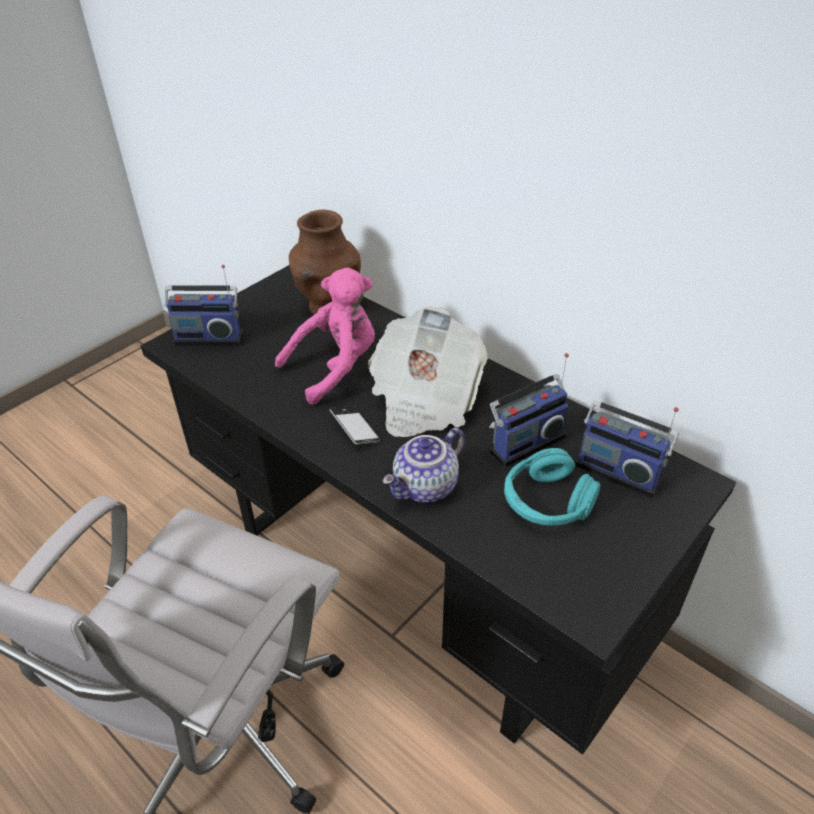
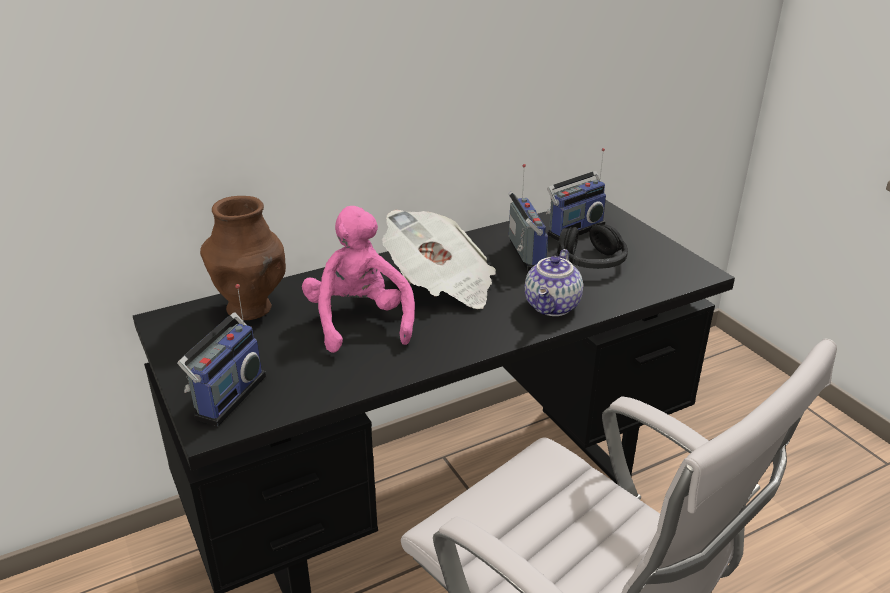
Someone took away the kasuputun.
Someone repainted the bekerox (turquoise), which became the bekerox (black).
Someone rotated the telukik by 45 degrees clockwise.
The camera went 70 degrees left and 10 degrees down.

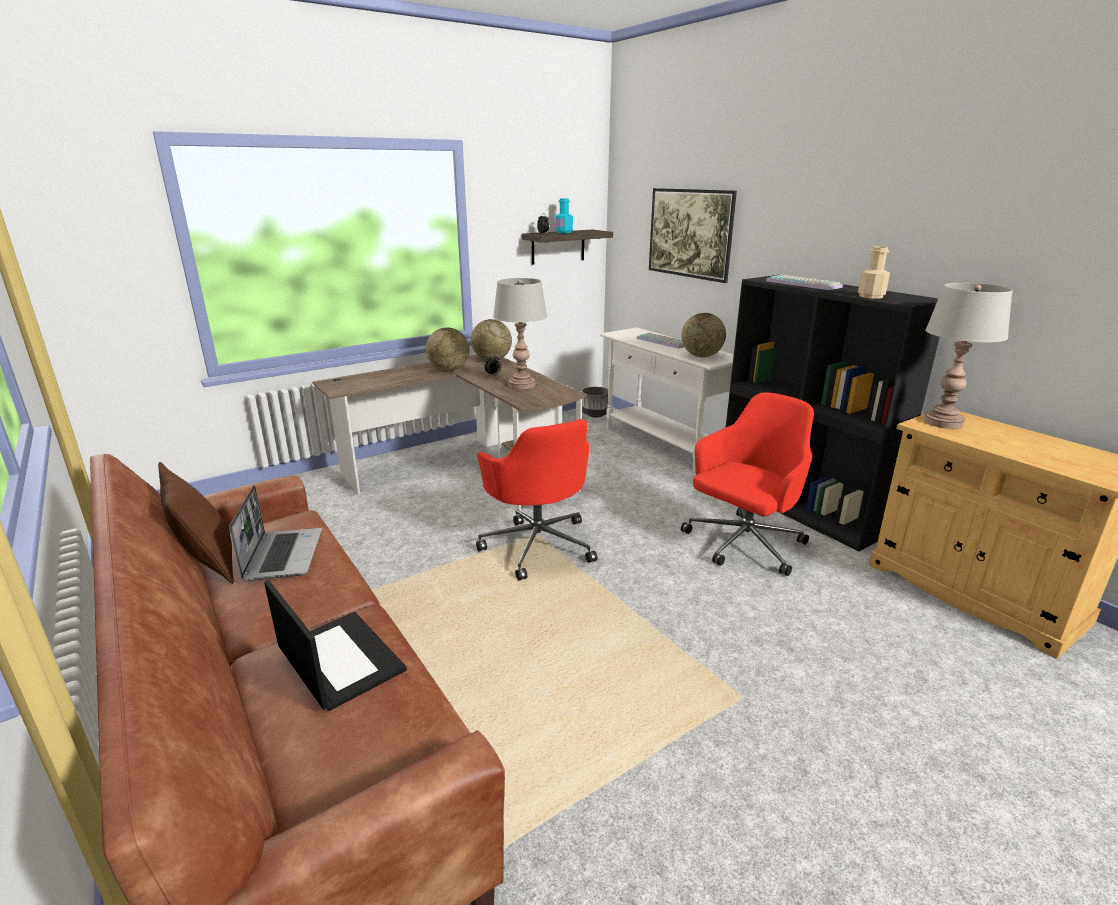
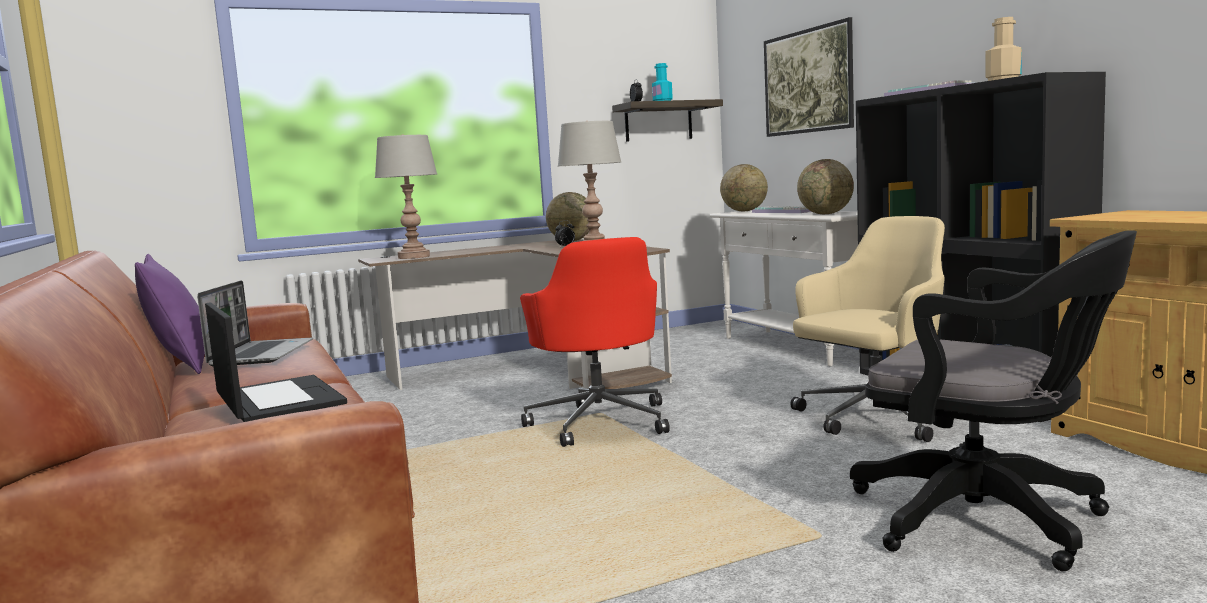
Someone took away the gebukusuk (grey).
Someone put down the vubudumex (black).
Someone carried the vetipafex (1st from left in the first image).
Someone carried the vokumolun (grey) (2nd from left in the first image).
Someone repainted the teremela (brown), which became the teremela (purple).
Someone repainted the vubudumex (red) (2nd from left), which became the vubudumex (beige).
The camera went 10 degrees right and 15 degrees down.

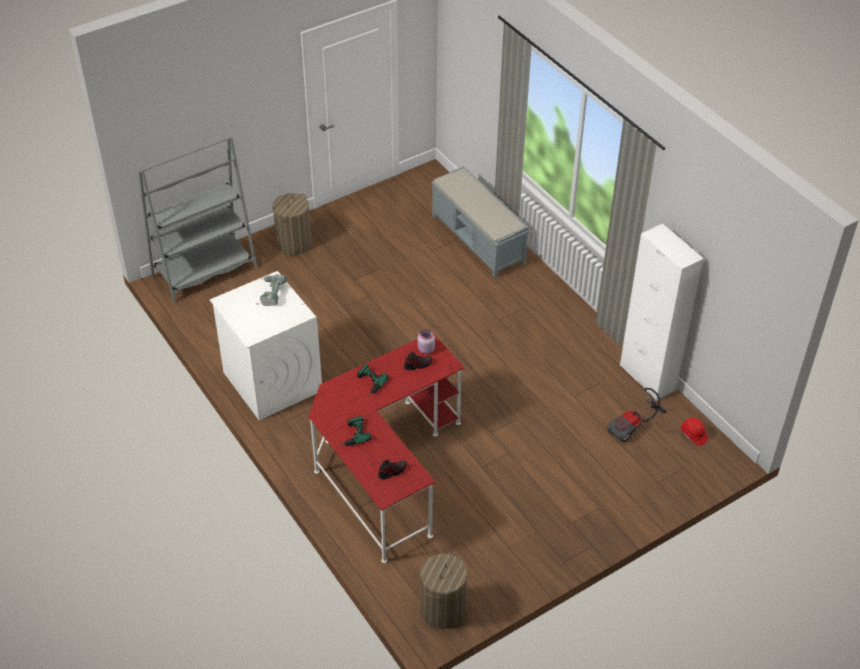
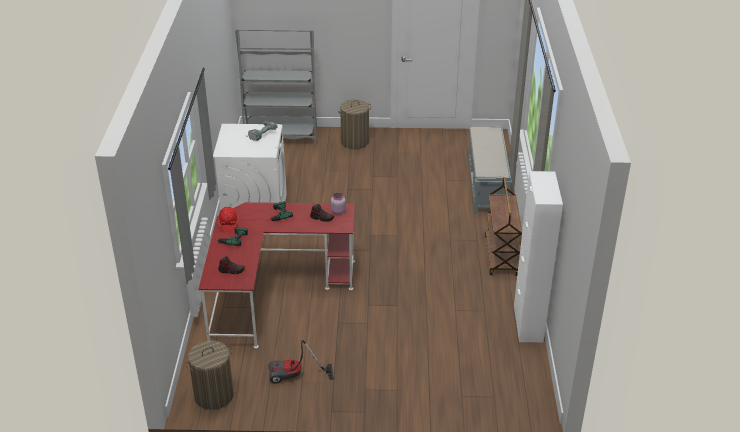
Someone put down the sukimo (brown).
Someone carried the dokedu.
Someone carried the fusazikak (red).
The camera went 35 degrees right and 10 degrees down.

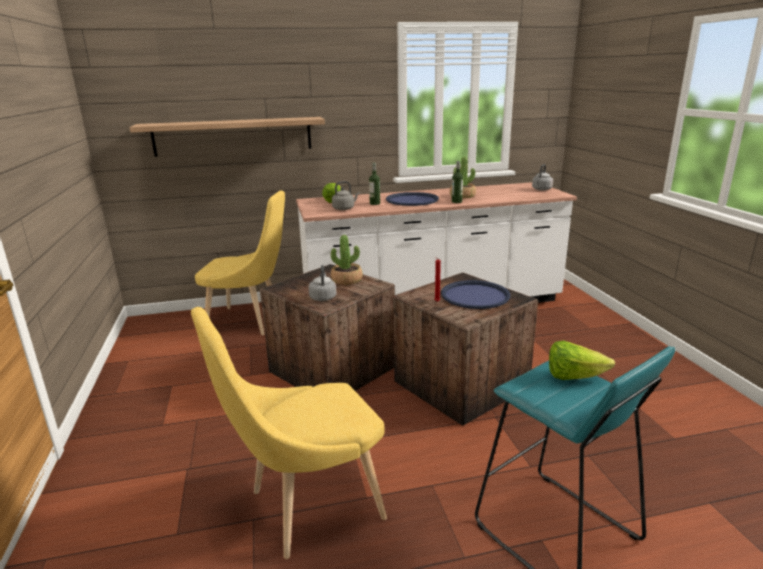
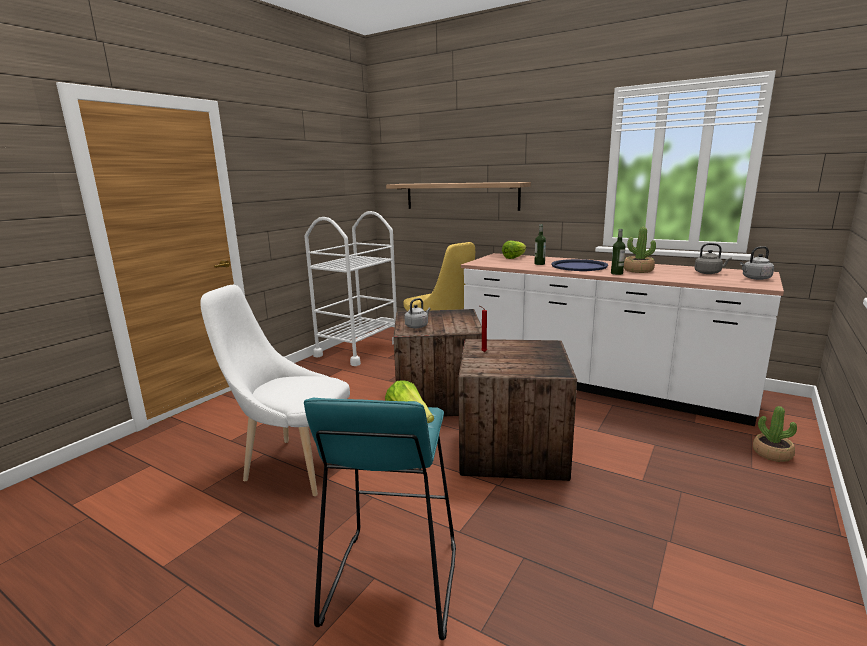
Someone took away the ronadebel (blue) (2nd from left).
Someone put down the sukimo (white).
Someone carried the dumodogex (1st from left in the first image).
Someone carried the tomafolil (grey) (2nd from left).
Someone repainted the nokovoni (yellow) (2nd from left), which became the nokovoni (white).
The camera went 45 degrees right and 5 degrees down.

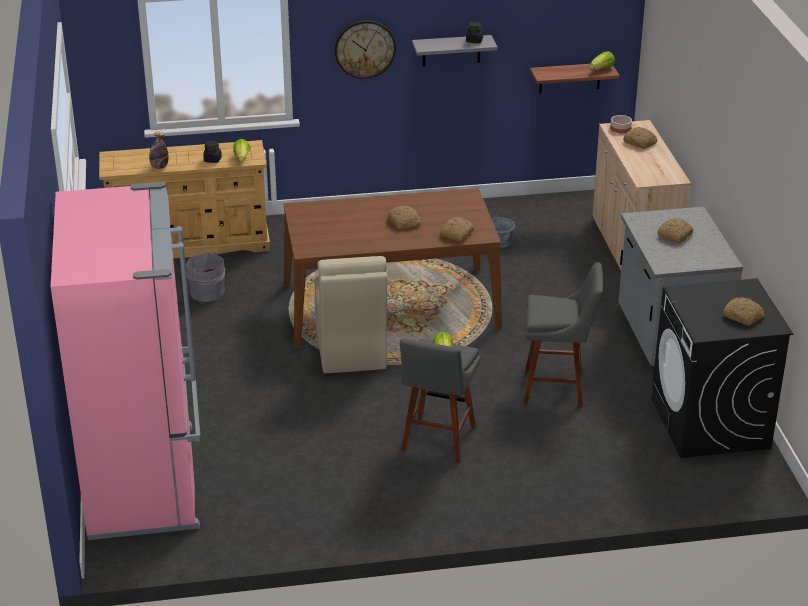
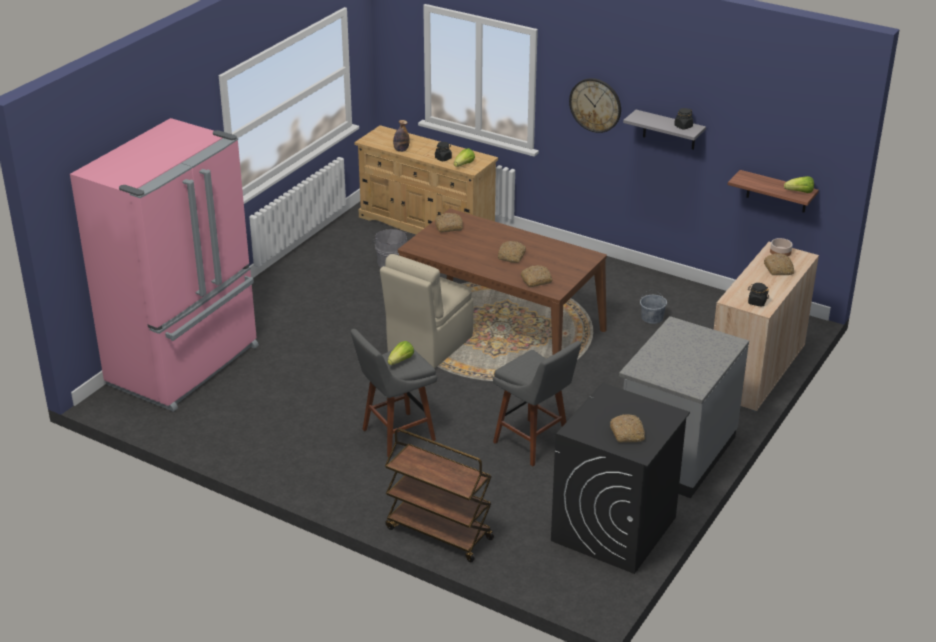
Someone put down the sukimo (brown).
Someone put down the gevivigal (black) (3rd from left).
Someone carried the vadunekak (4th from left in the first image).
The camera went 40 degrees right and 0 degrees up.

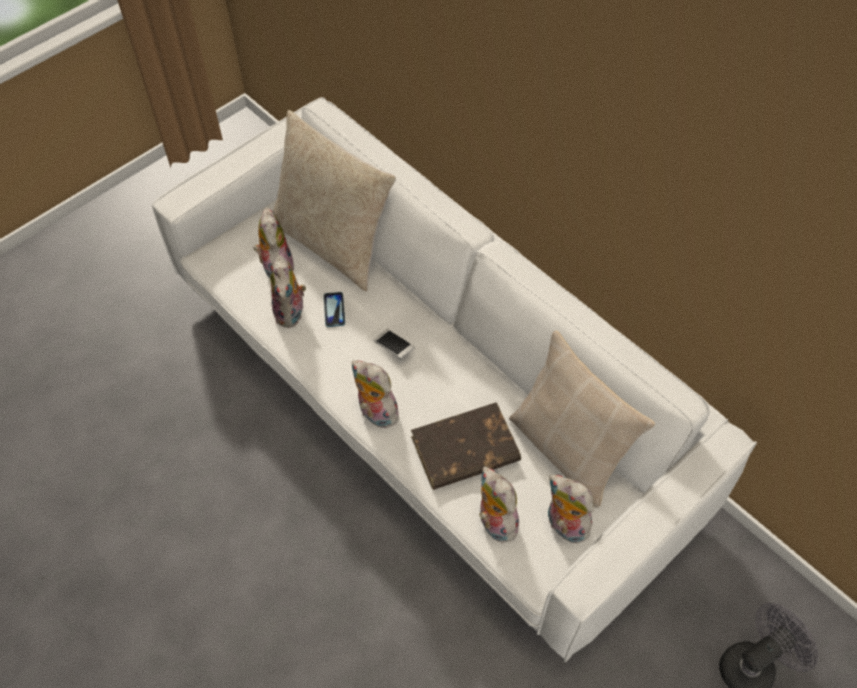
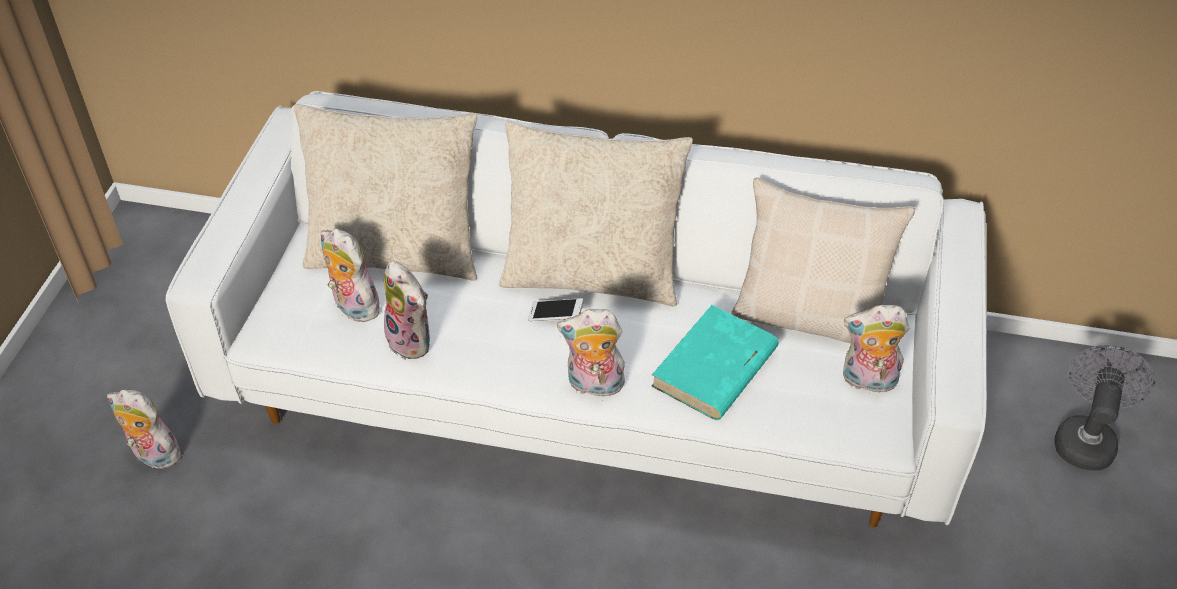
Someone took away the kasuputun (1st from left).
Someone put down the teremela (beige) (2nd from left).
Someone carried the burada (4th from left in the first image).
Someone repainted the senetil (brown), which became the senetil (turquoise).
The camera went 35 degrees left and 10 degrees down.

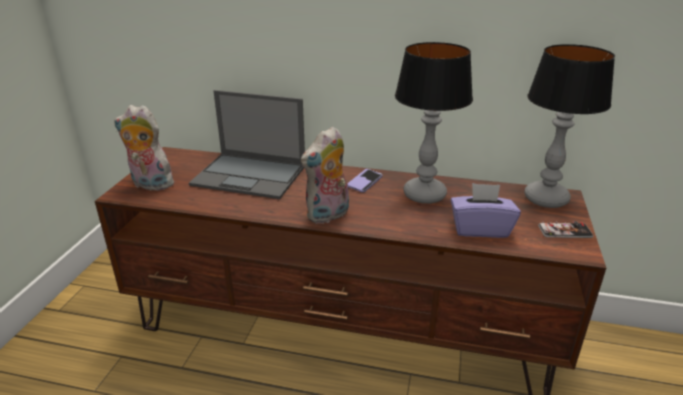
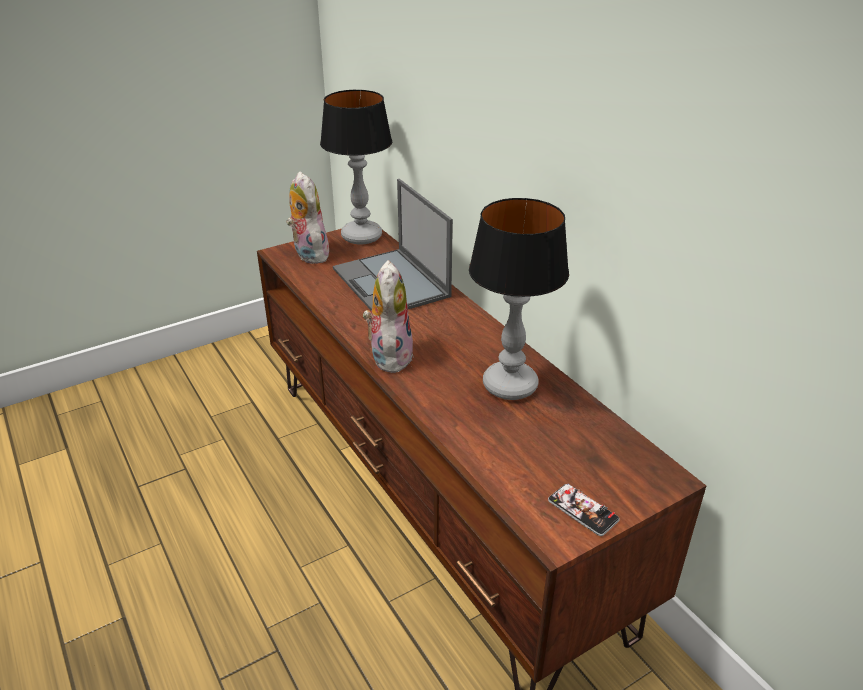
Someone took away the kasuputun (1st from left).
Someone took away the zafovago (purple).
Someone carried the vokumolun (2nd from left in the first image).
Someone rotated the burada (2nd from left) by 90 degrees clockwise.
The camera went 45 degrees right and 5 degrees up.

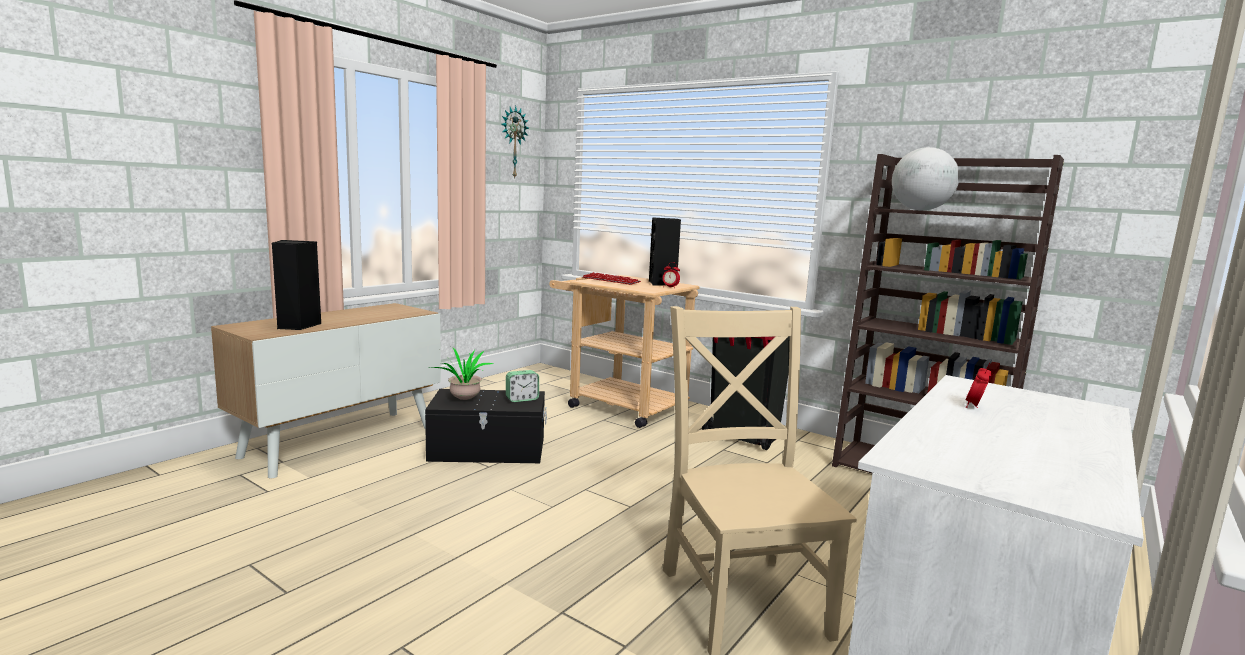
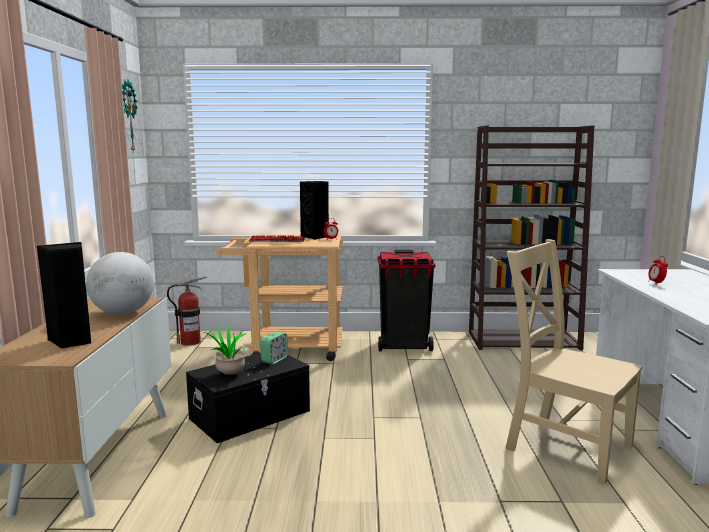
Someone put down the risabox.
Someone carried the vetipafex.
The camera went 35 degrees left and 0 degrees up.

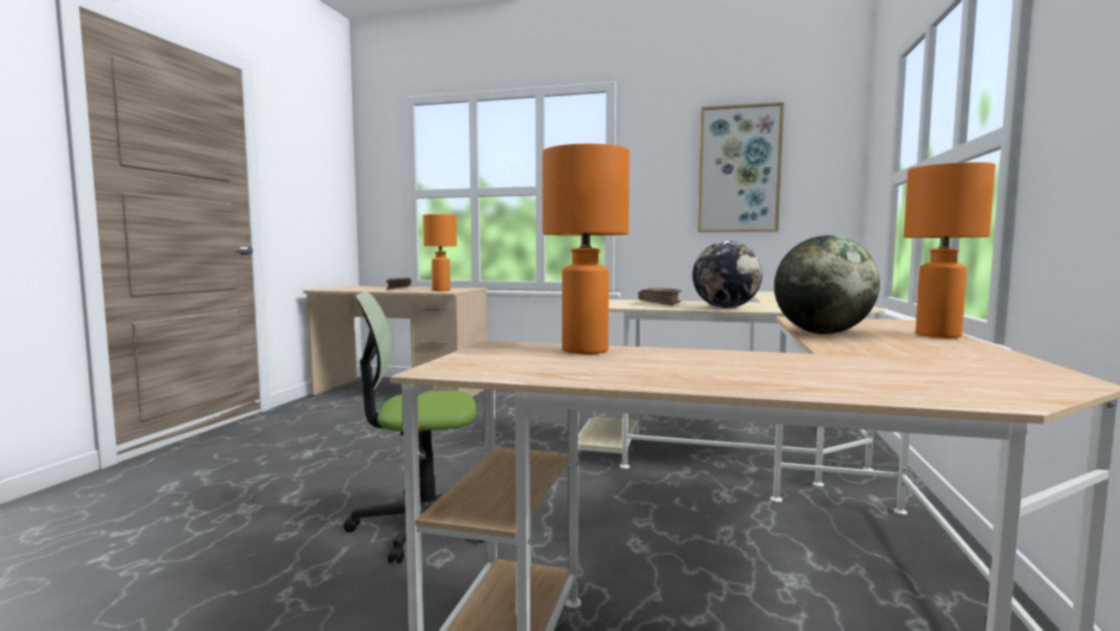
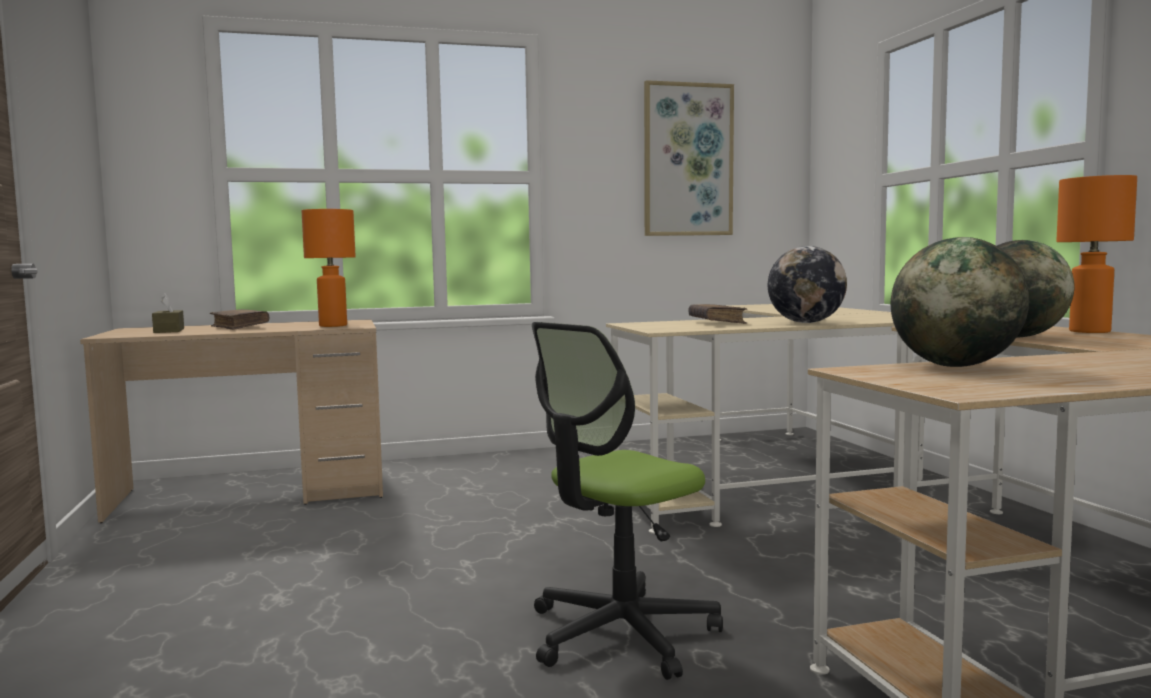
Someone put down the zafovago (brown).
Someone swapped the vokumolun (orange) (2nd from left) for the vetipafex (2nd from left).
The camera went 30 degrees left and 0 degrees up.

